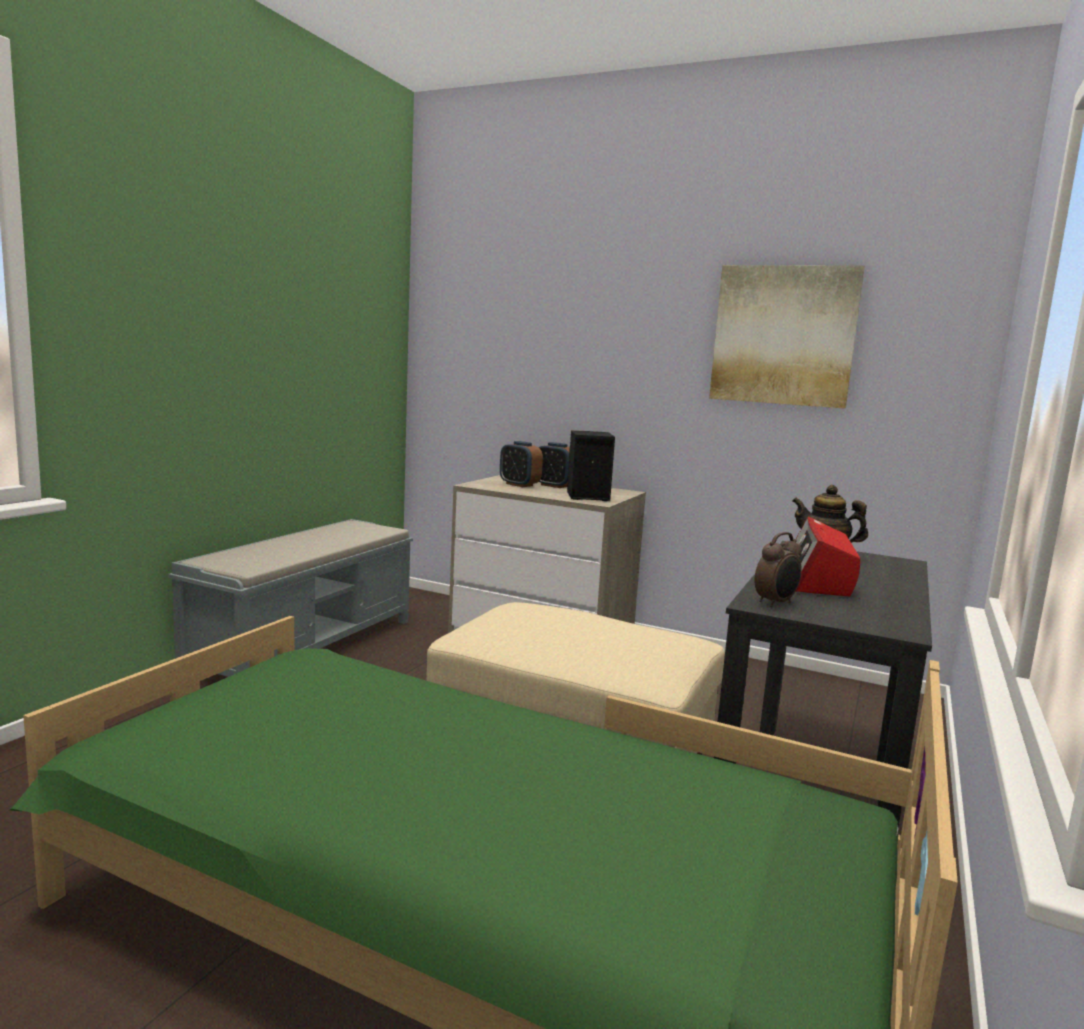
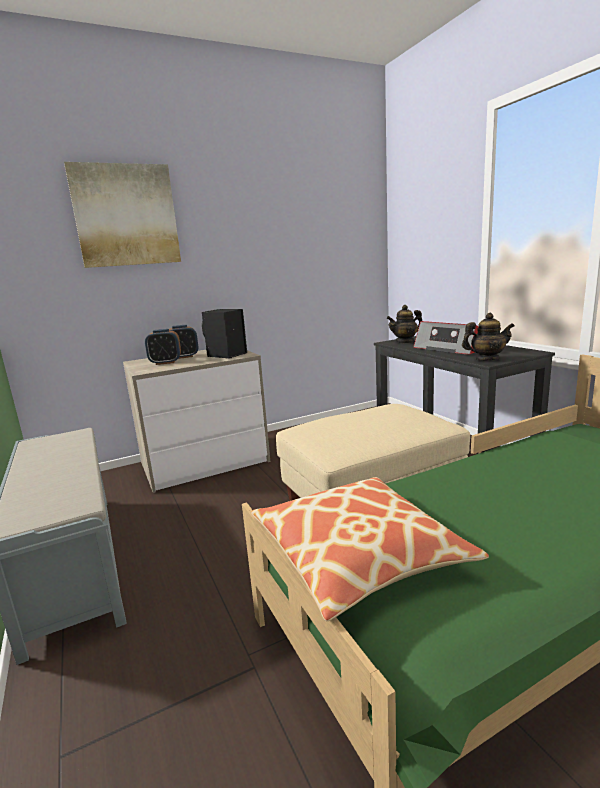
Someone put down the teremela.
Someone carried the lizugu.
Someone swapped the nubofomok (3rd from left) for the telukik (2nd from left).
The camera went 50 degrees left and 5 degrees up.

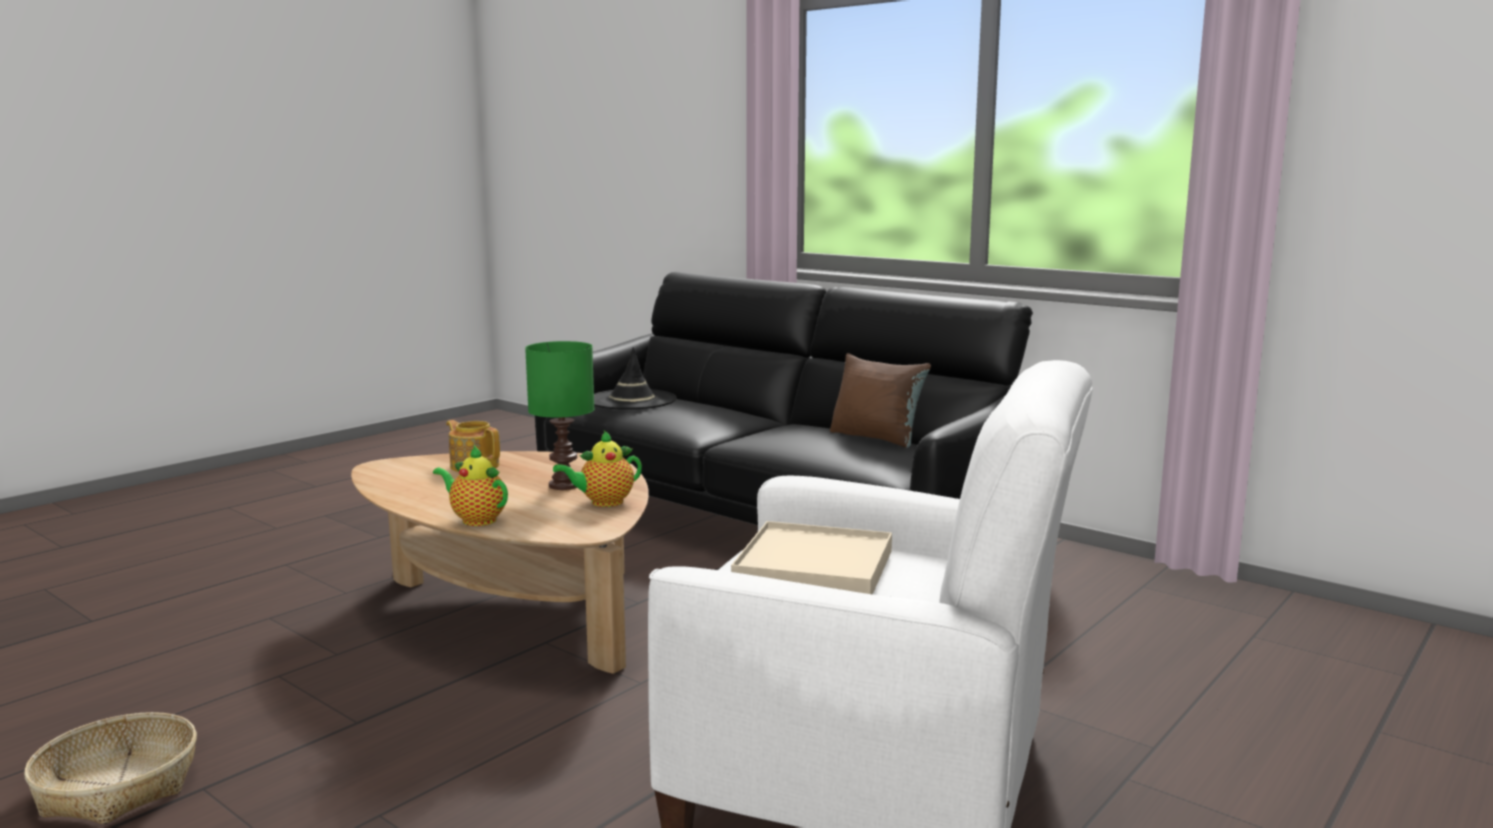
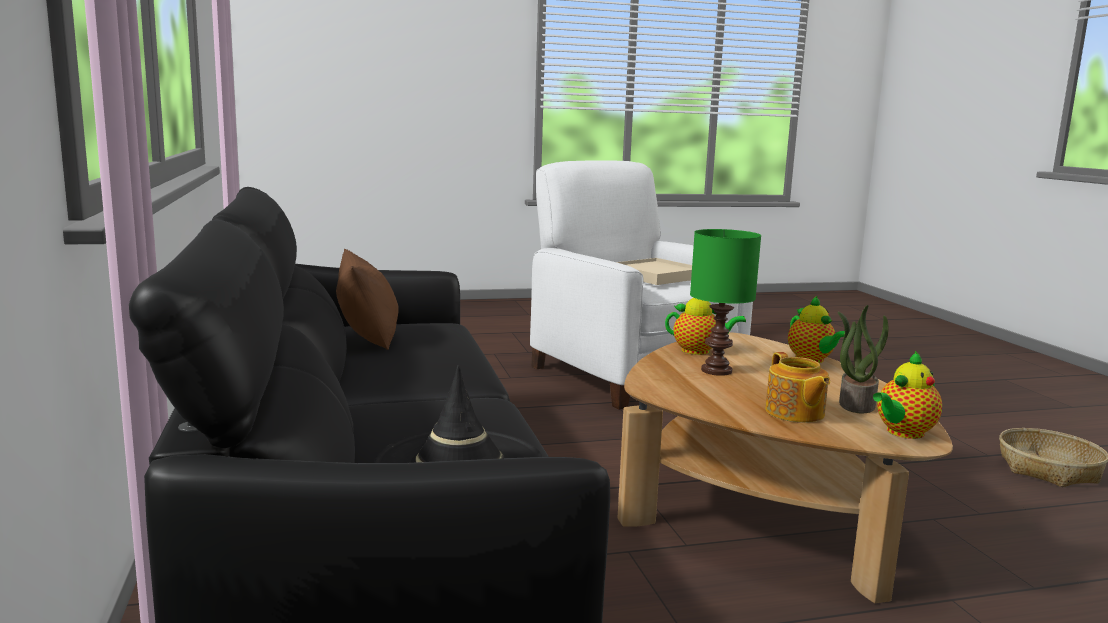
Someone put down the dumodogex.
Someone put down the telukik (4th from left).
The camera went 145 degrees left and 0 degrees up.

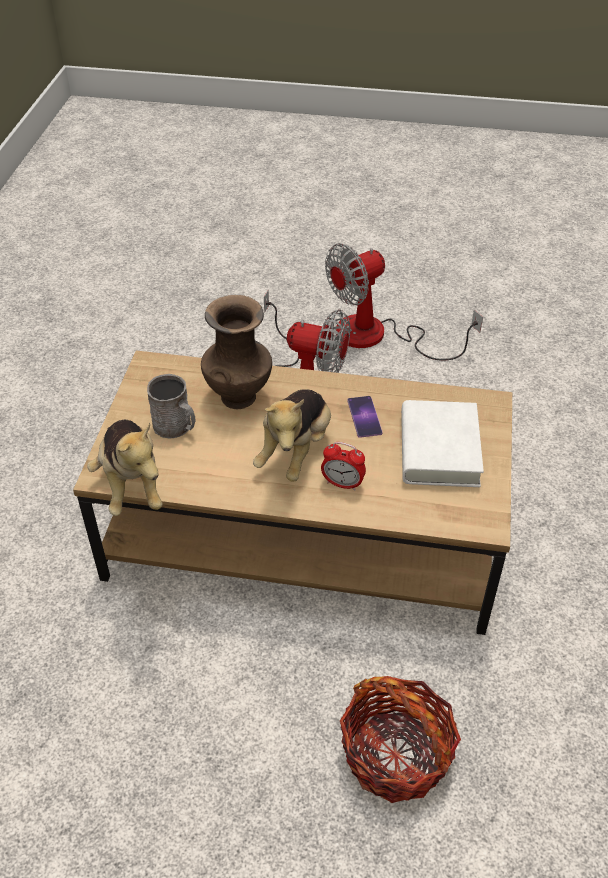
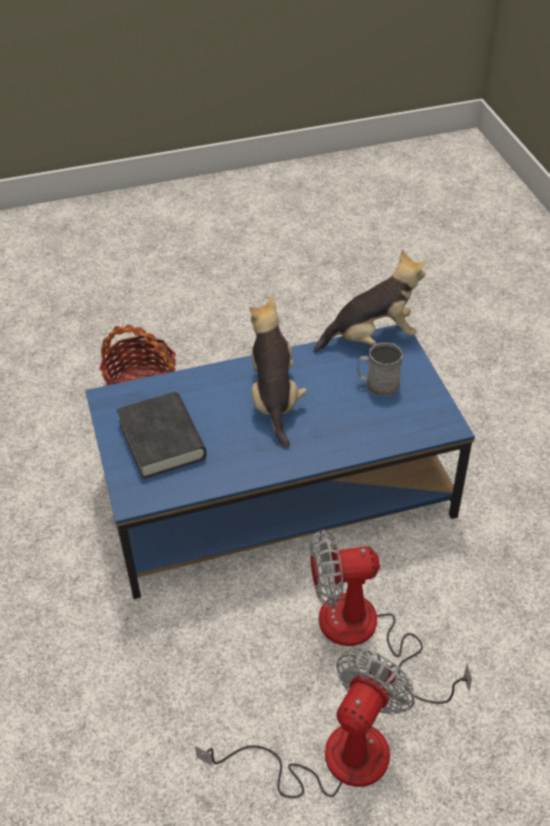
Someone took away the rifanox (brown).
Someone took away the nubofomok.
Someone took away the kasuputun.
Someone repainted the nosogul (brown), which became the nosogul (blue).
Someone repainted the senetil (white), which became the senetil (black).
Someone rotated the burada (1st from left in the first image) by 120 degrees clockwise.
The camera went 155 degrees right and 0 degrees up.

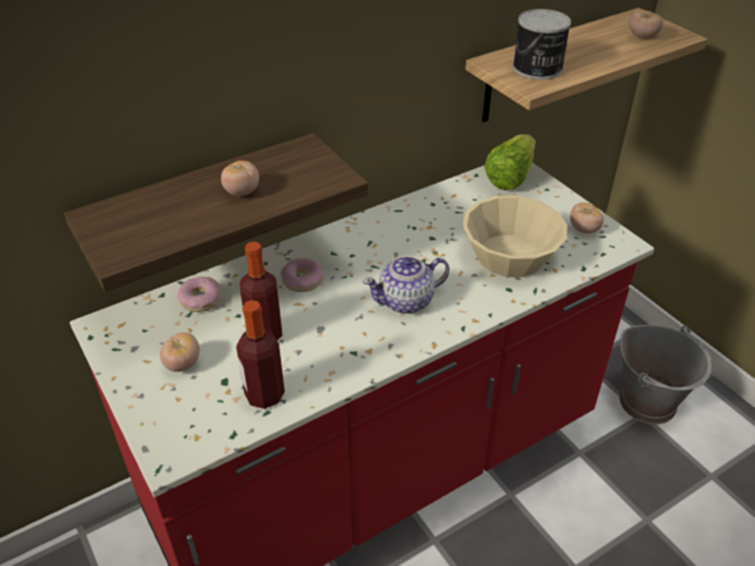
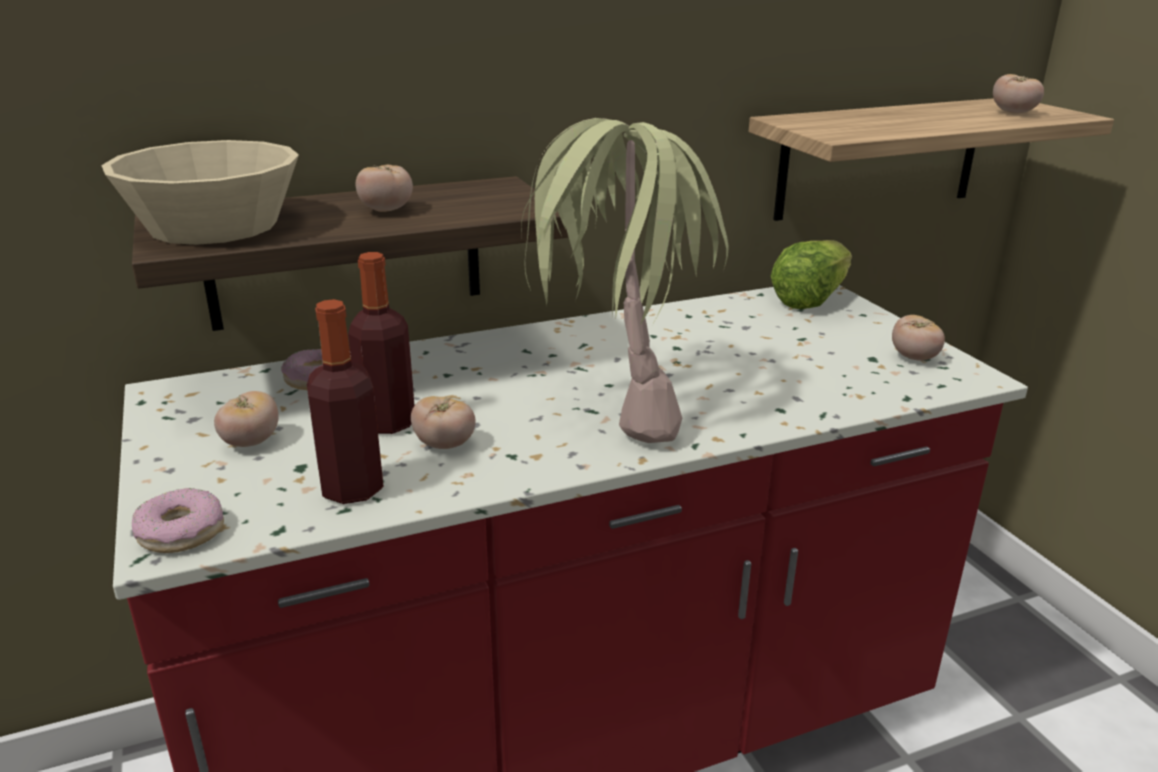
Someone took away the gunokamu.
Someone took away the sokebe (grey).
Someone put down the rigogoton (3rd from left).
Someone carried the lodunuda (2nd from left in the first image).
Someone carried the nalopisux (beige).
Someone swapped the telukik for the dumodogex.
The camera went 10 degrees right and 15 degrees down.

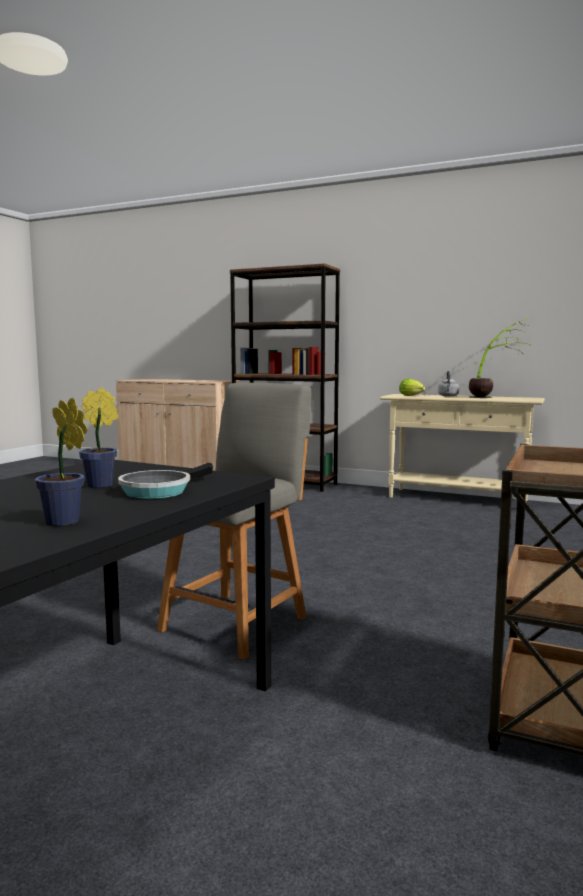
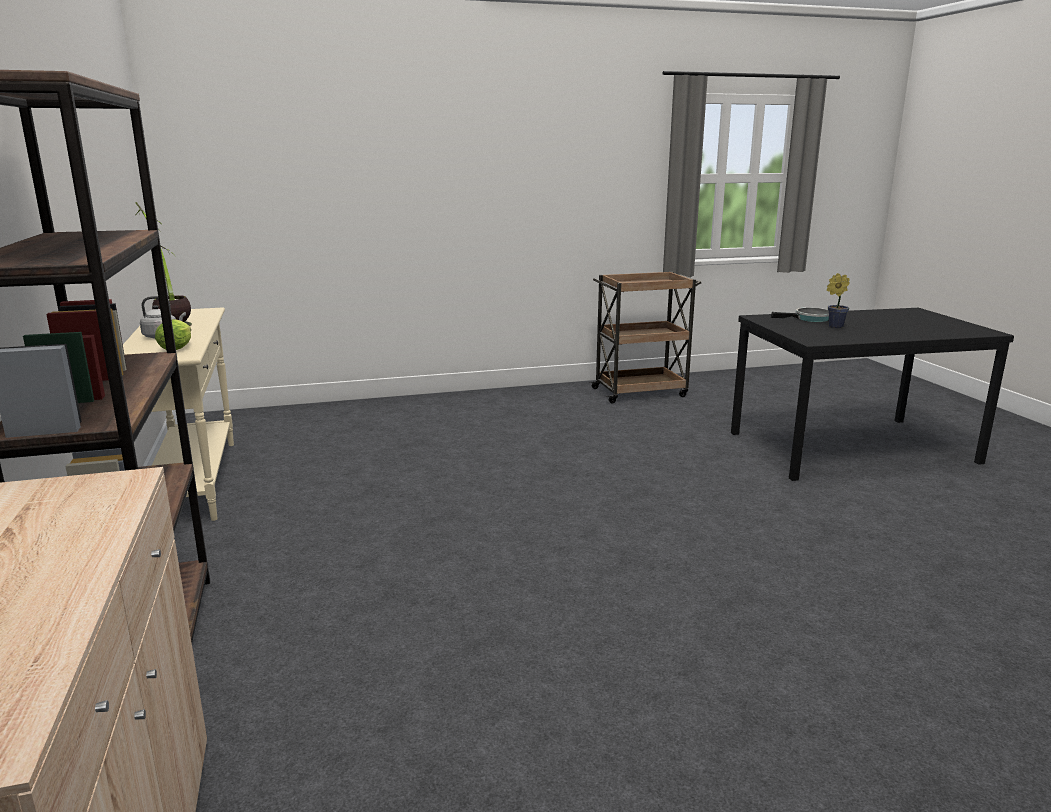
Someone took away the dumodogex (1st from left).
Someone took away the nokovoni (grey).
The camera went 130 degrees left and 10 degrees up.

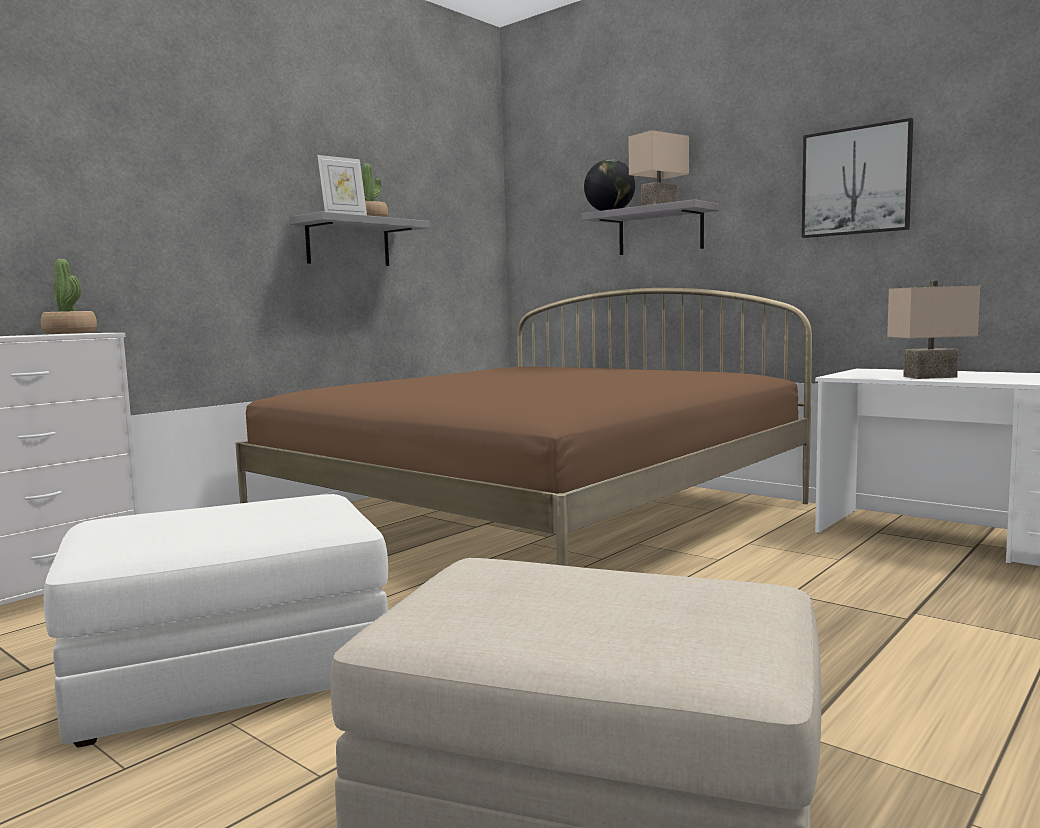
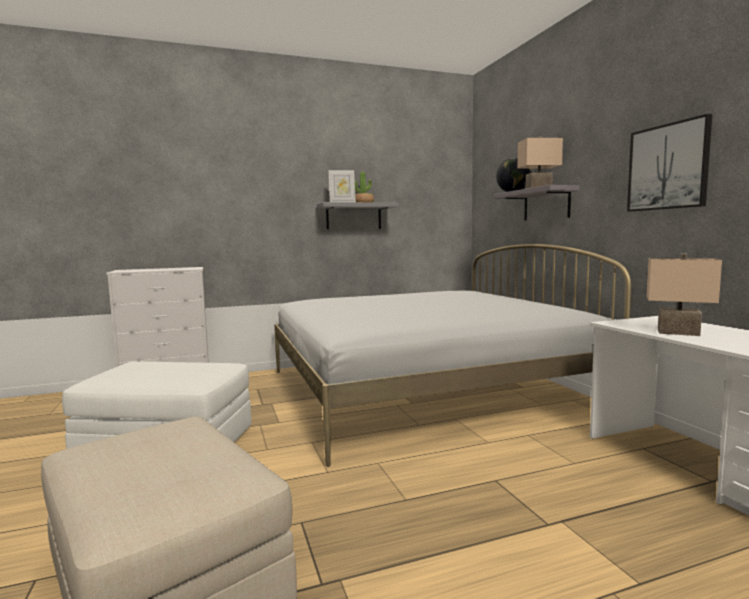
Someone took away the dumodogex (1st from left).
Someone repainted the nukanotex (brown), which became the nukanotex (white).
The camera went 30 degrees right and 0 degrees up.

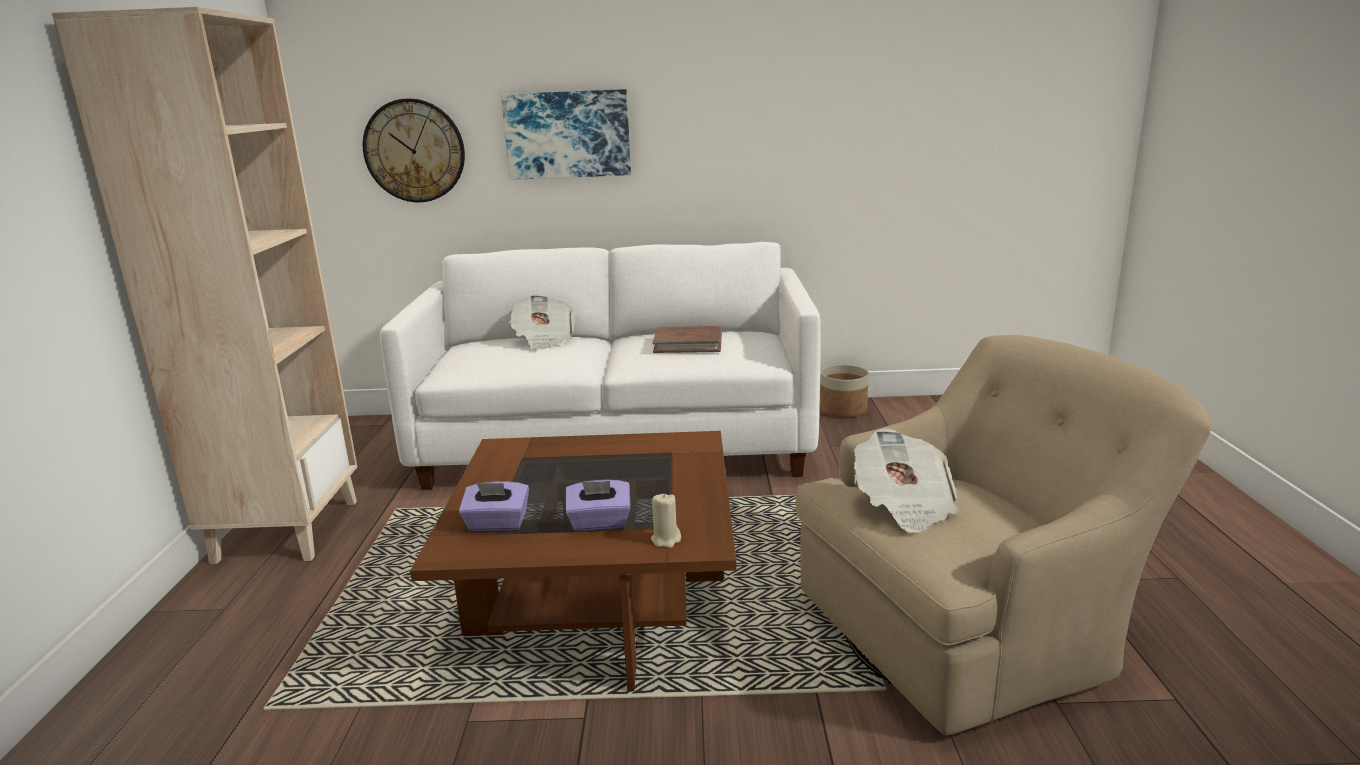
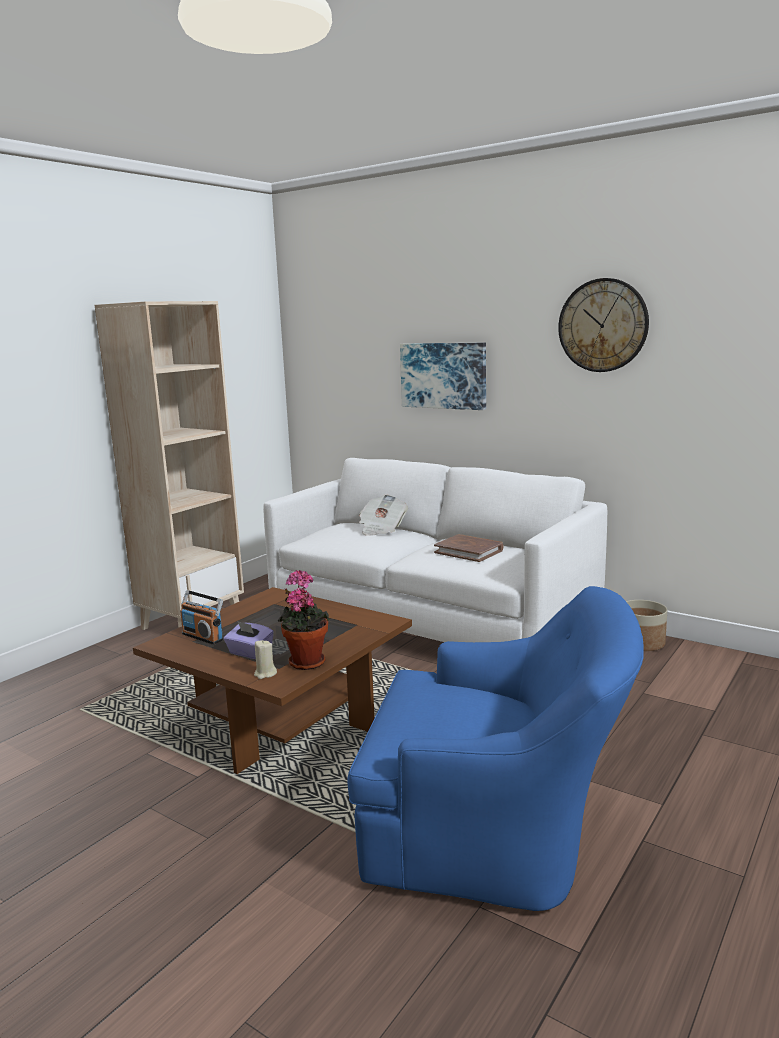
Someone took away the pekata (2nd from left).
Someone put down the dumodogex.
Someone carried the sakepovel.
Someone swapped the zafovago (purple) (1st from left) for the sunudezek.
Someone repainted the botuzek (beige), which became the botuzek (blue).
The camera went 35 degrees right and 5 degrees down.

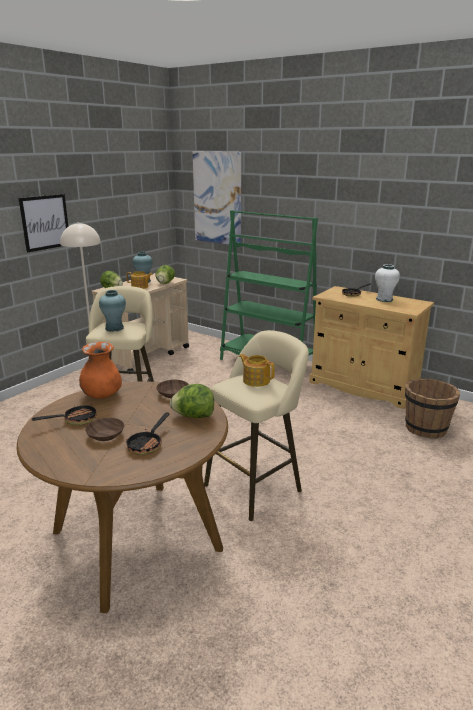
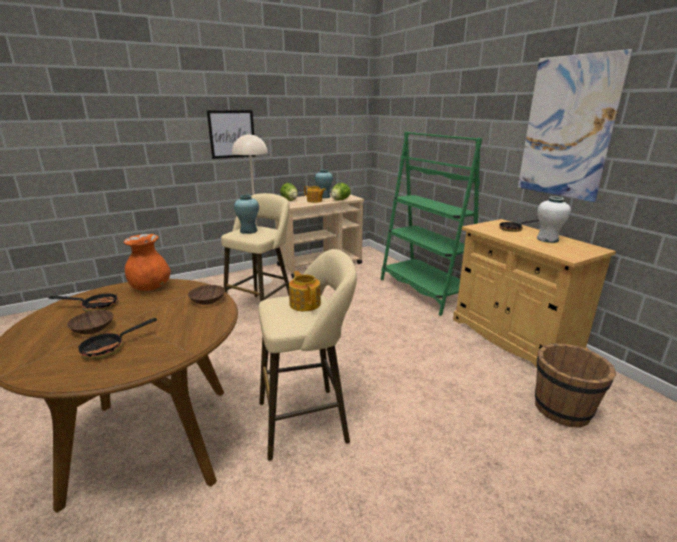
Someone took away the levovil (3rd from left).
Someone carried the lizugu (2nd from left).
The camera went 25 degrees right and 0 degrees up.

